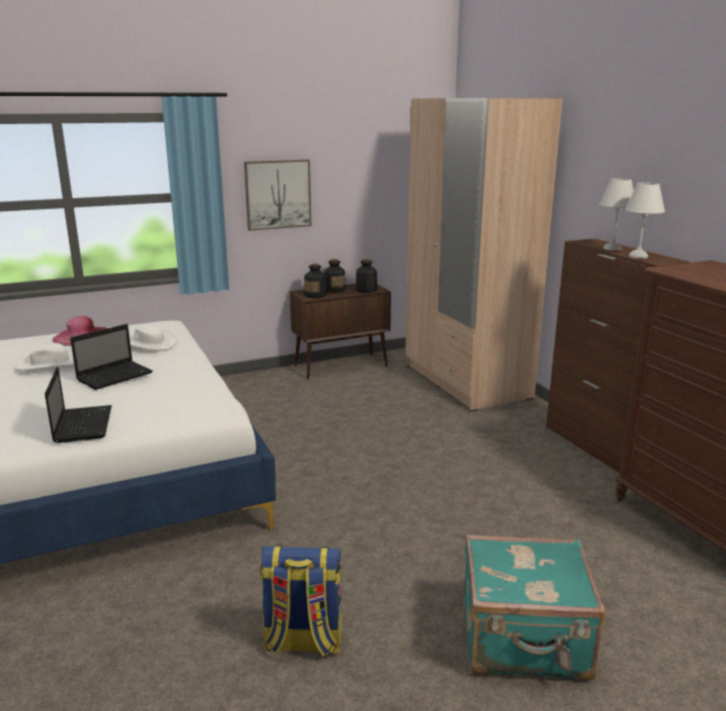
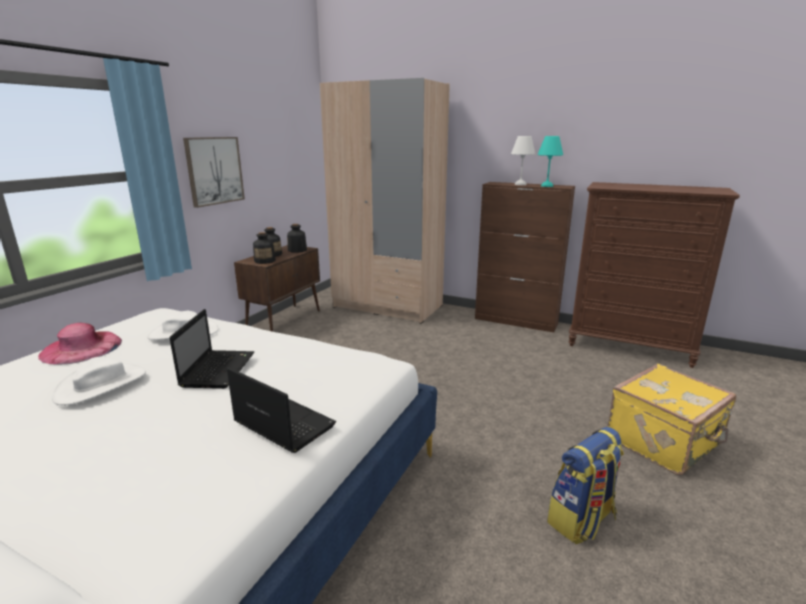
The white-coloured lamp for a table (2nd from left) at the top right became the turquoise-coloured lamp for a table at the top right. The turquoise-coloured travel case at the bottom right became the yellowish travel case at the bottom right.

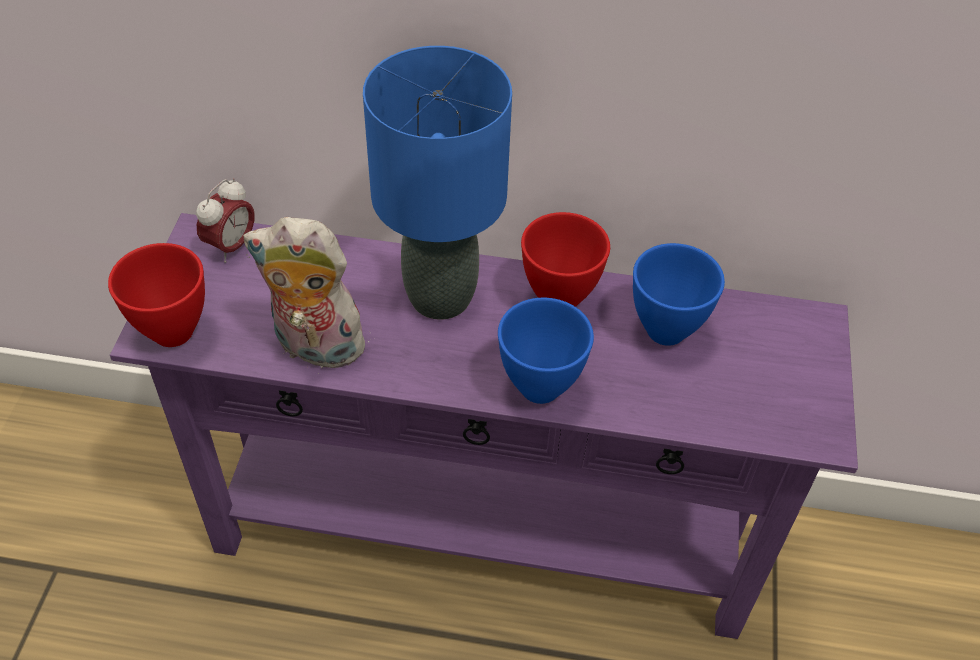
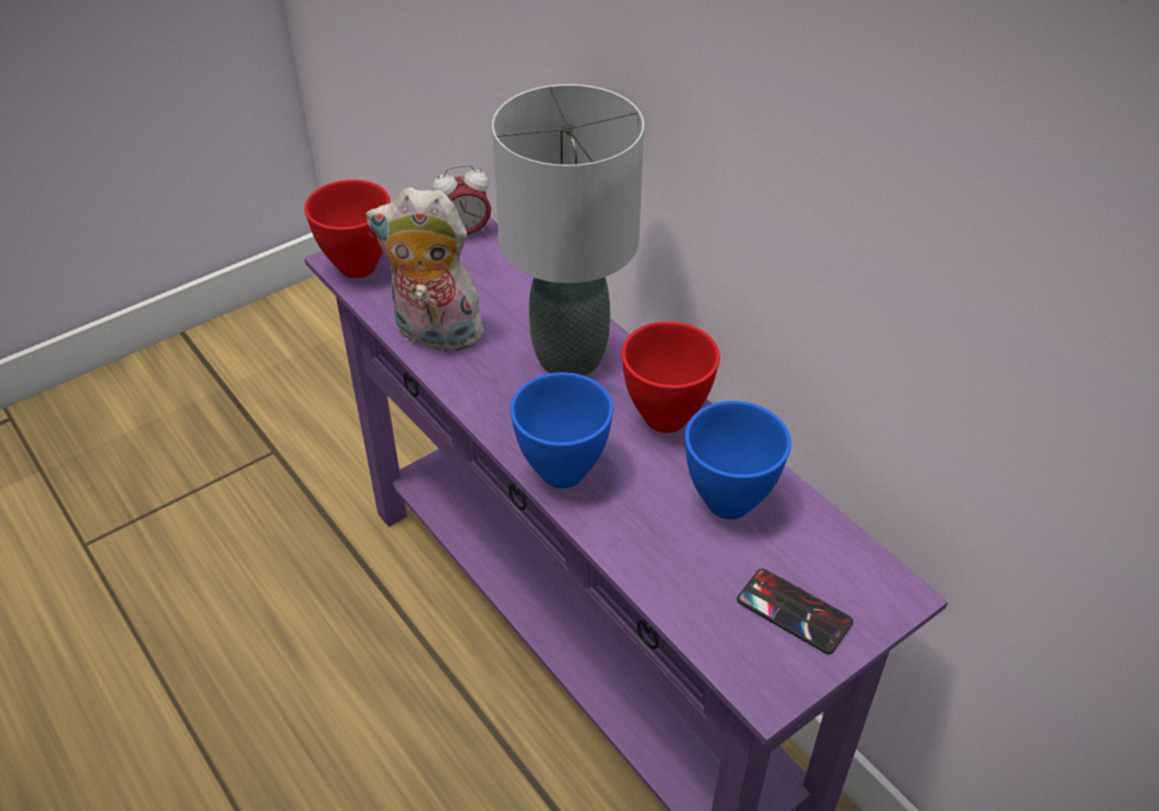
The soft toy at the middle left turned 45 degrees counterclockwise. The blue-coloured lamp for a table at the top centre became the grey lamp for a table at the top centre. The telephone at the bottom right appeared.

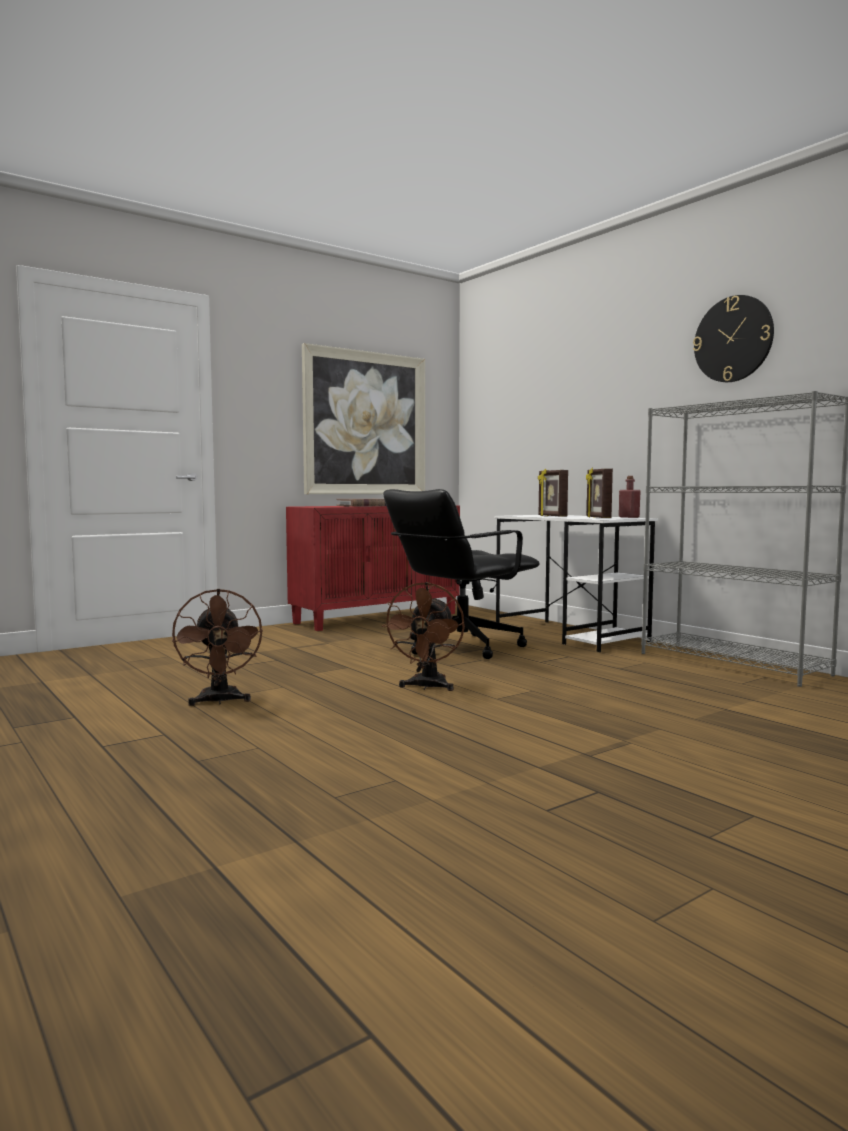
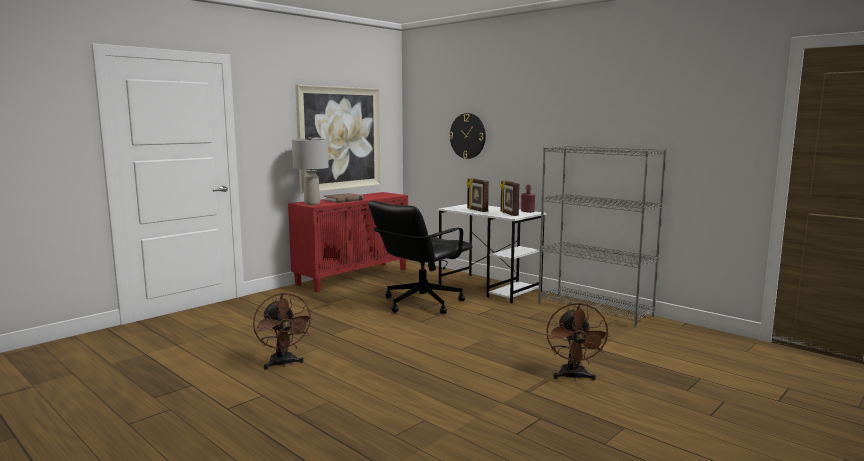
The grey lamp for a table at the centre appeared. The clock on the wall moved from the top right to the top centre. The brownish cooling fan (2nd from left) moved from the centre to the bottom right.

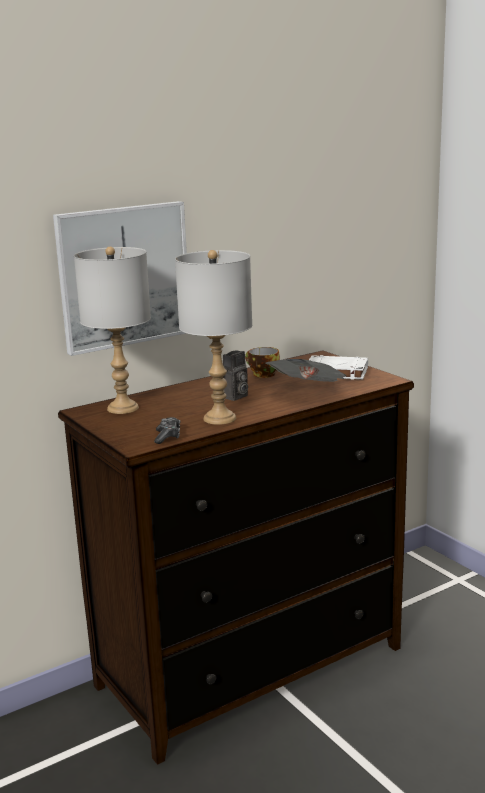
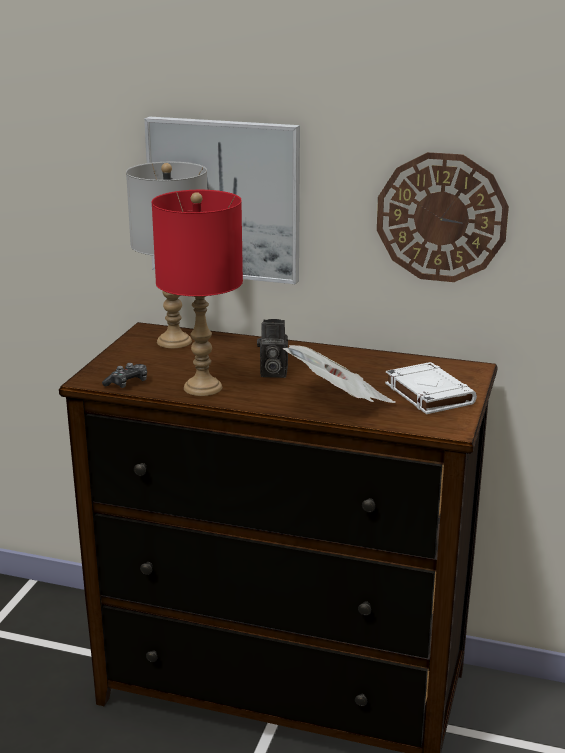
The grey lamp for a table (2nd from left) at the centre became the reddish lamp for a table at the centre. The clock on the wall at the top right appeared. The small cup at the centre disappeared.

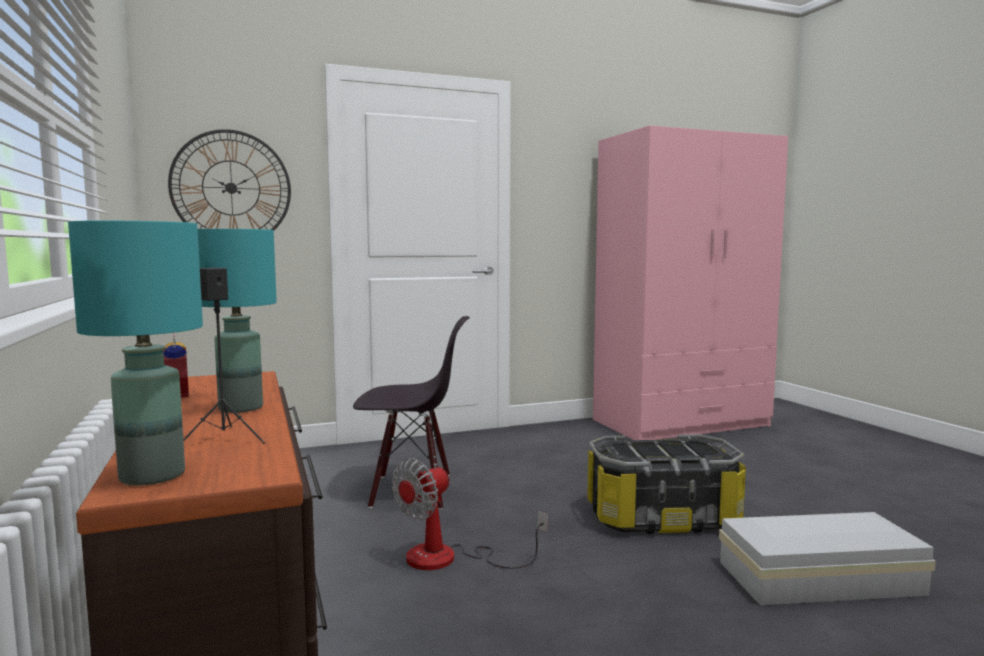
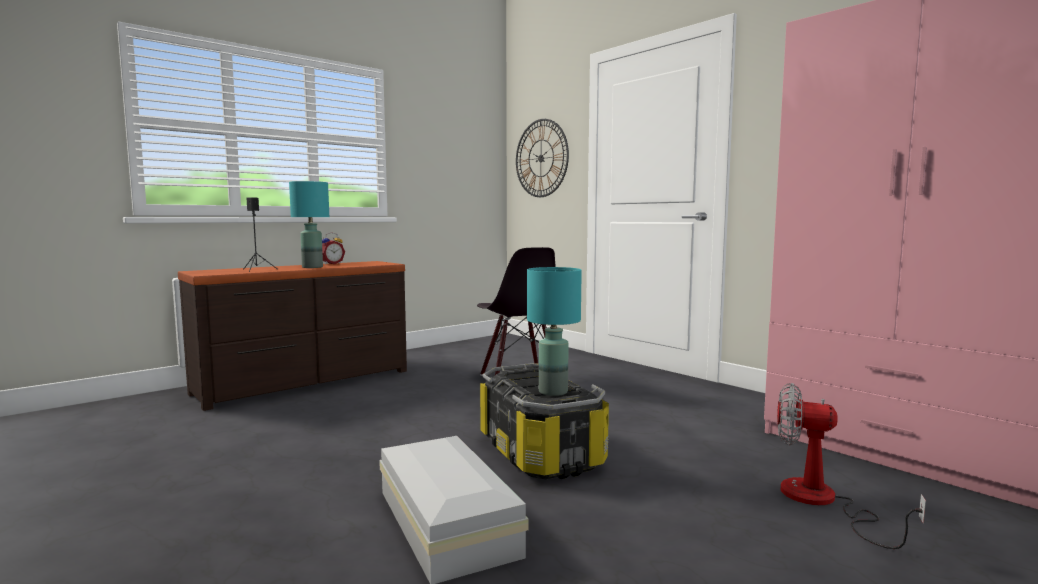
The turquoise-coloured lamp for a table (1st from left in the first image) moved from the middle left to the centre. The cooling fan moved from the bottom centre to the bottom right.

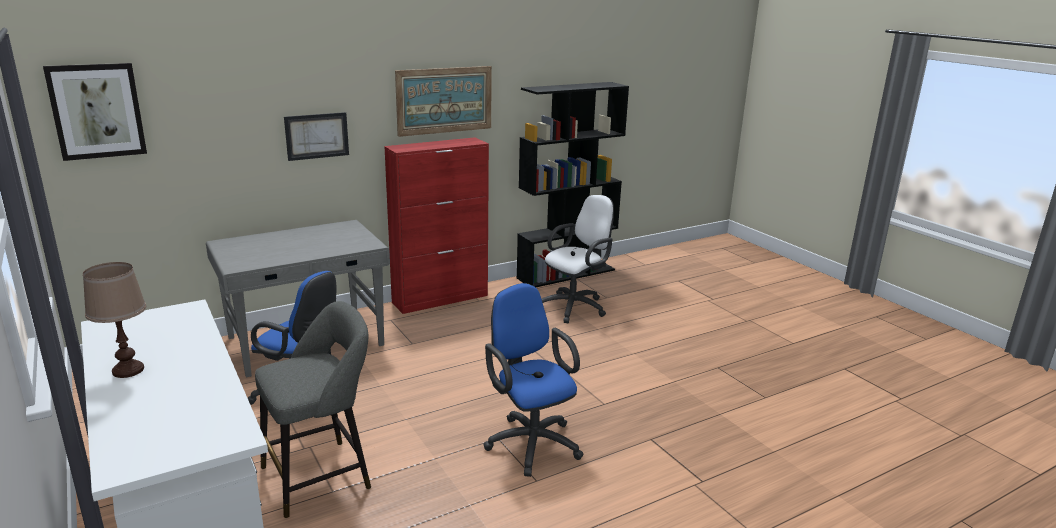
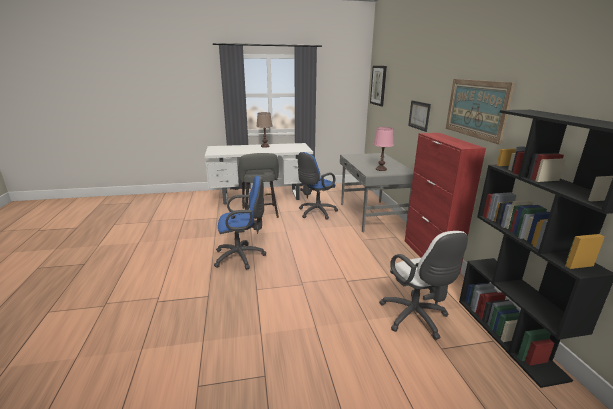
The pink lamp for a table at the centre appeared.

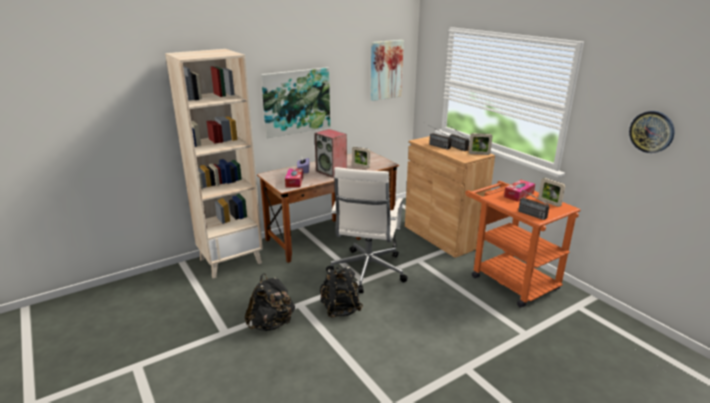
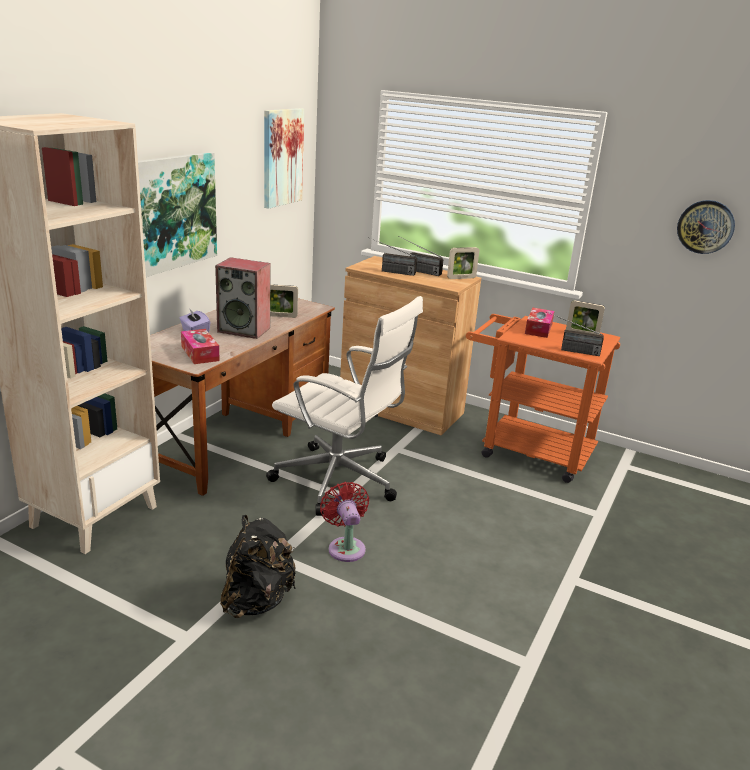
The white-coloured desk chair at the centre turned 45 degrees counterclockwise. The blackish knapsack (2nd from left) at the bottom centre was replaced by the reddish cooling fan at the bottom centre.

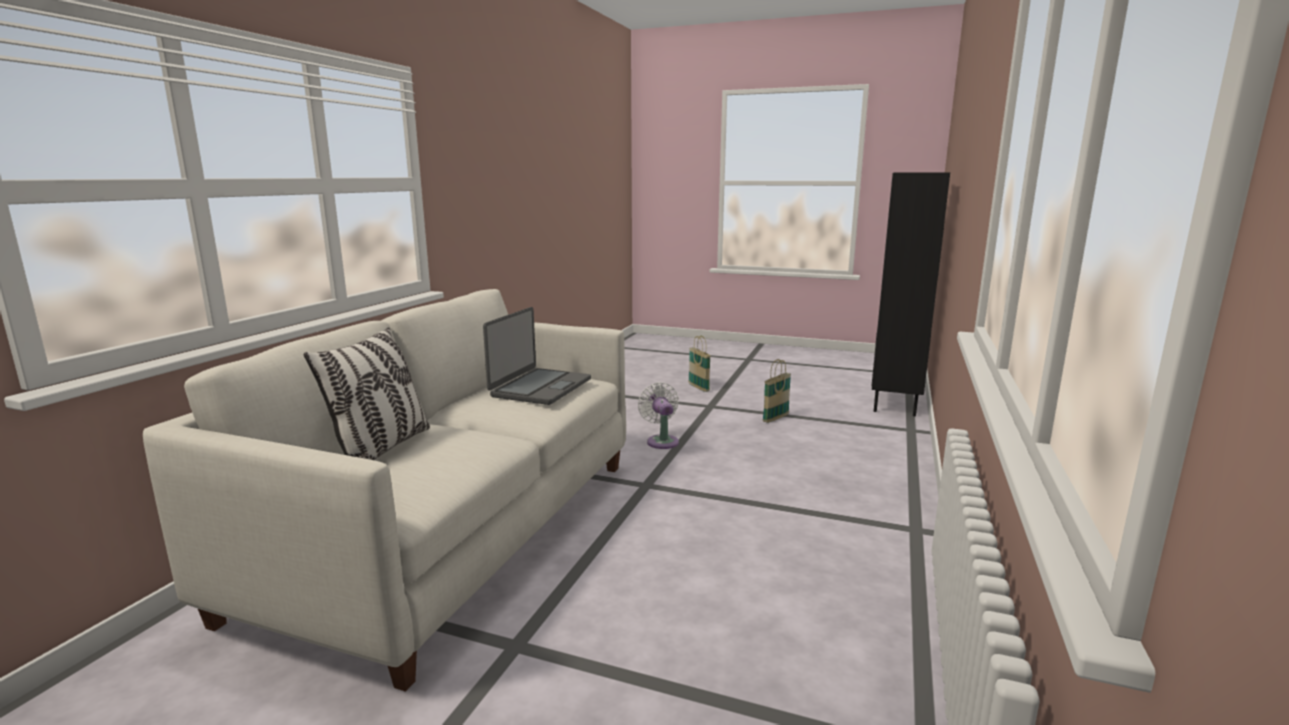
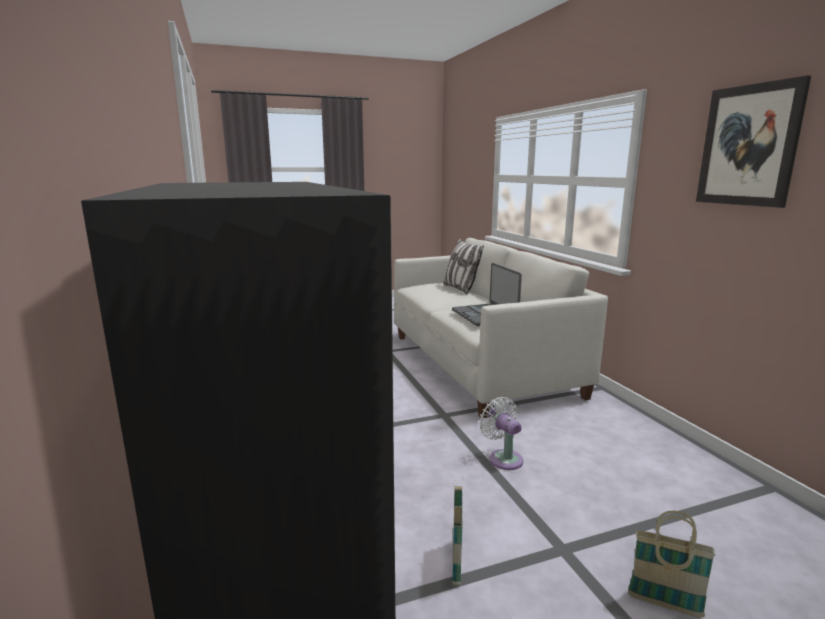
The white-coloured cooling fan at the centre turned 150 degrees counterclockwise. The wall picture at the top right appeared.

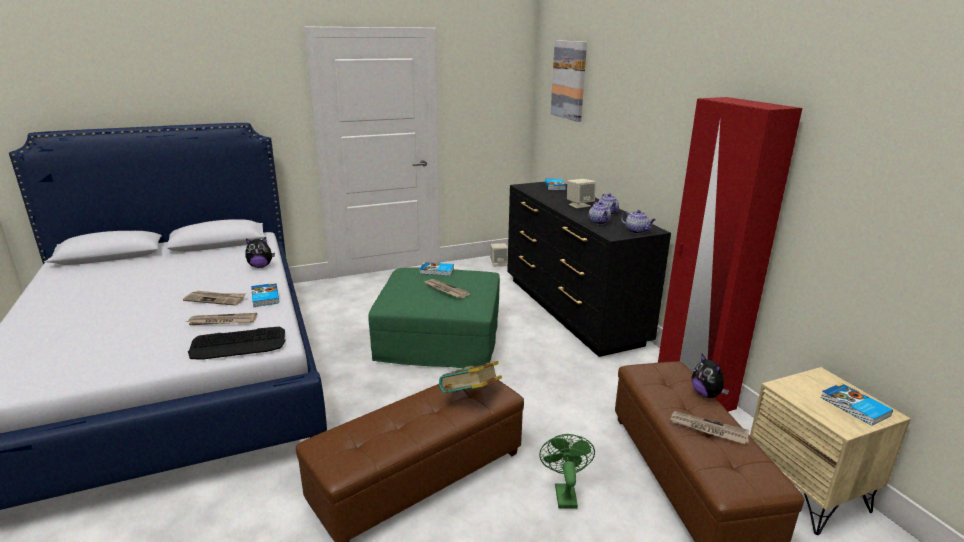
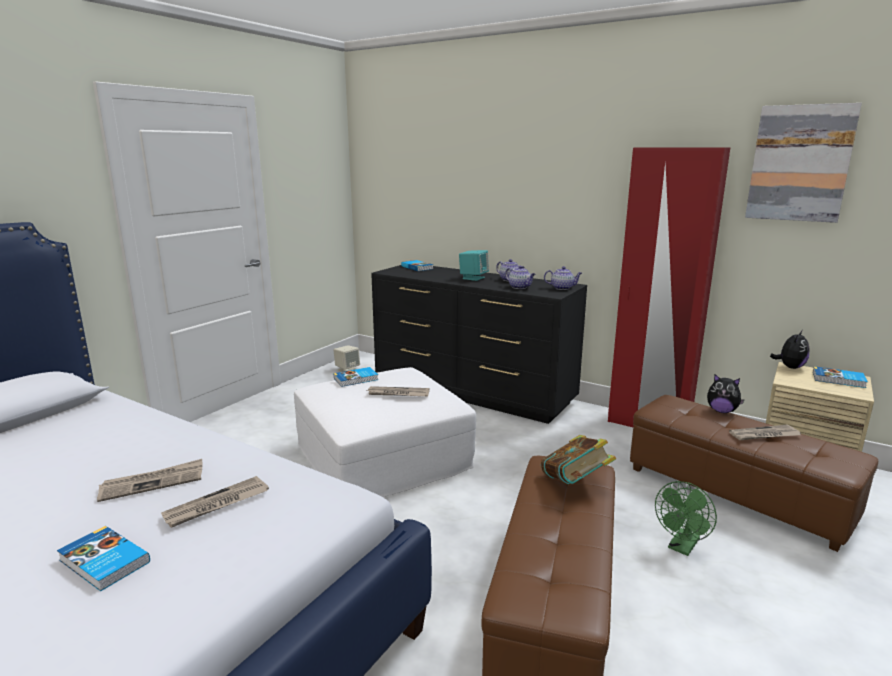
The volume (1st from left) moved from the middle left to the bottom left. The green-coloured footrest at the centre became the white-coloured footrest at the centre. The sand-coloured loudspeaker (2nd from left) at the centre became the turquoise-coloured loudspeaker at the centre. The green-coloured cooling fan at the bottom centre turned 105 degrees counterclockwise. The wall picture moved from the top centre to the top right. The soft toy (1st from left in the first image) moved from the middle left to the middle right. The computer keyboard at the middle left disappeared.

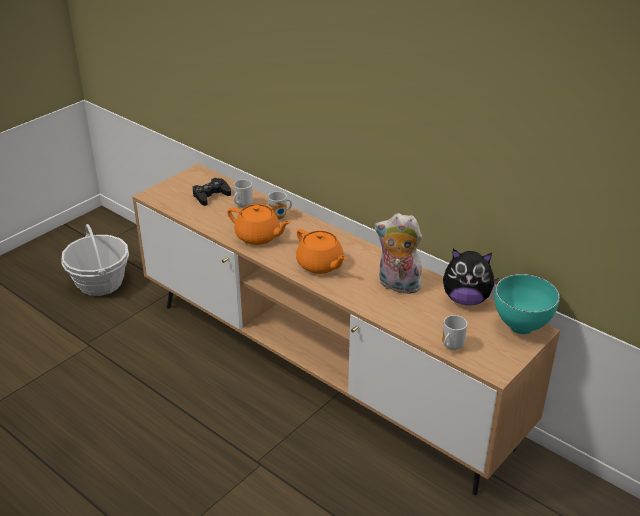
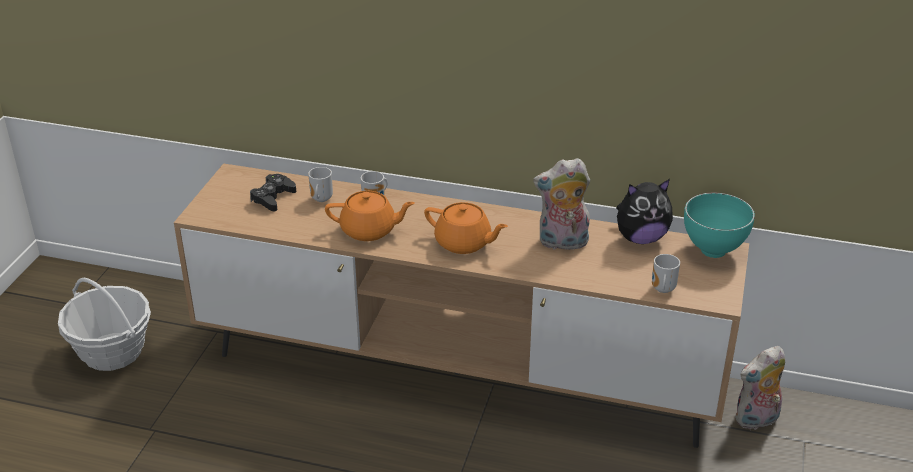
The soft toy (3rd from left) at the bottom right appeared.

